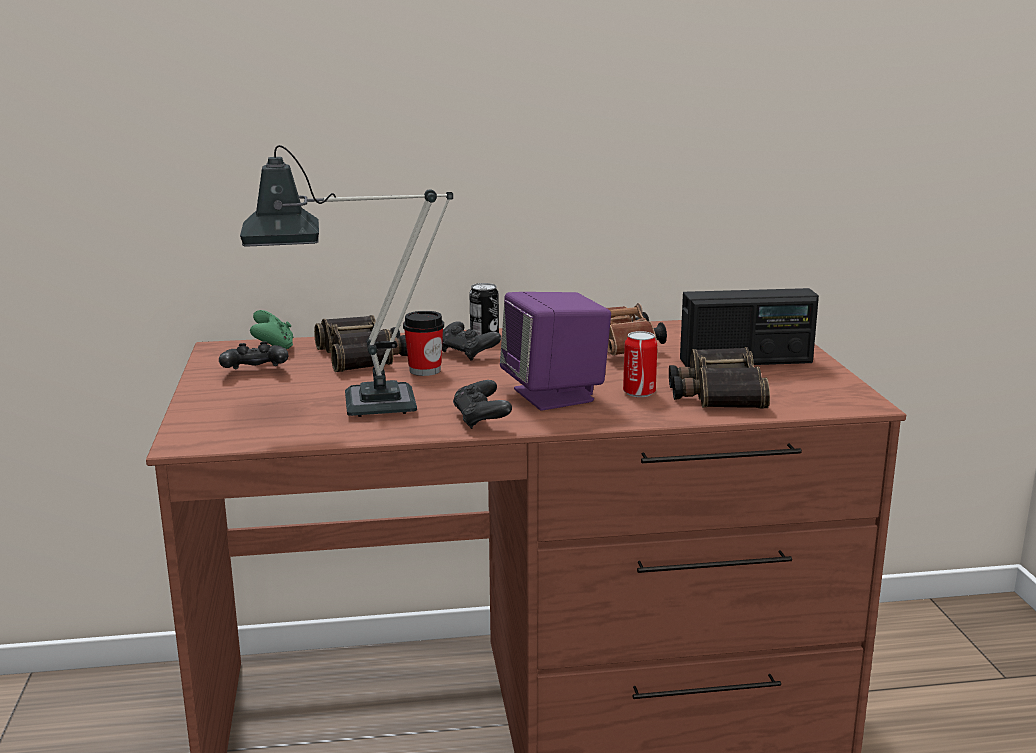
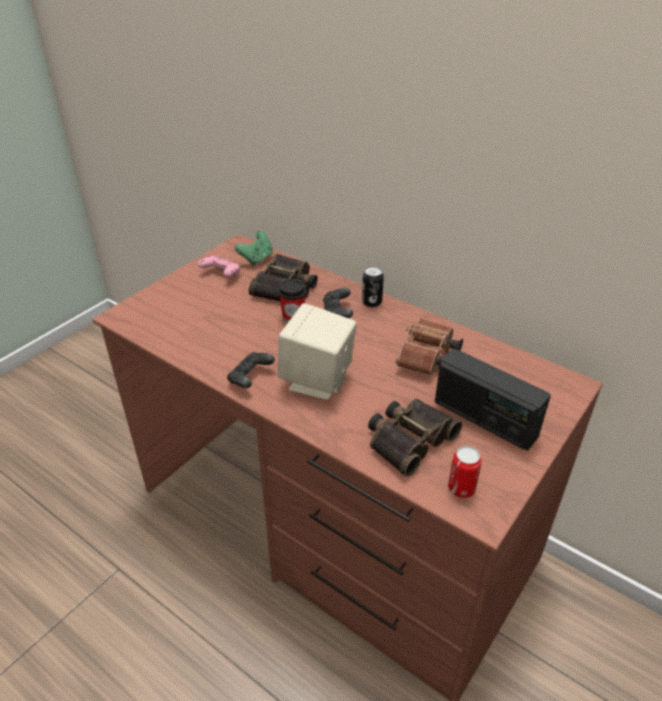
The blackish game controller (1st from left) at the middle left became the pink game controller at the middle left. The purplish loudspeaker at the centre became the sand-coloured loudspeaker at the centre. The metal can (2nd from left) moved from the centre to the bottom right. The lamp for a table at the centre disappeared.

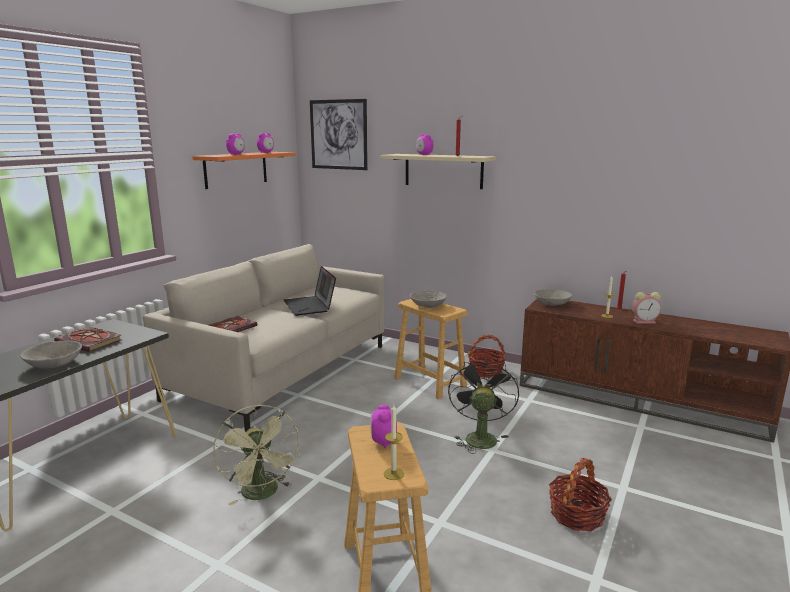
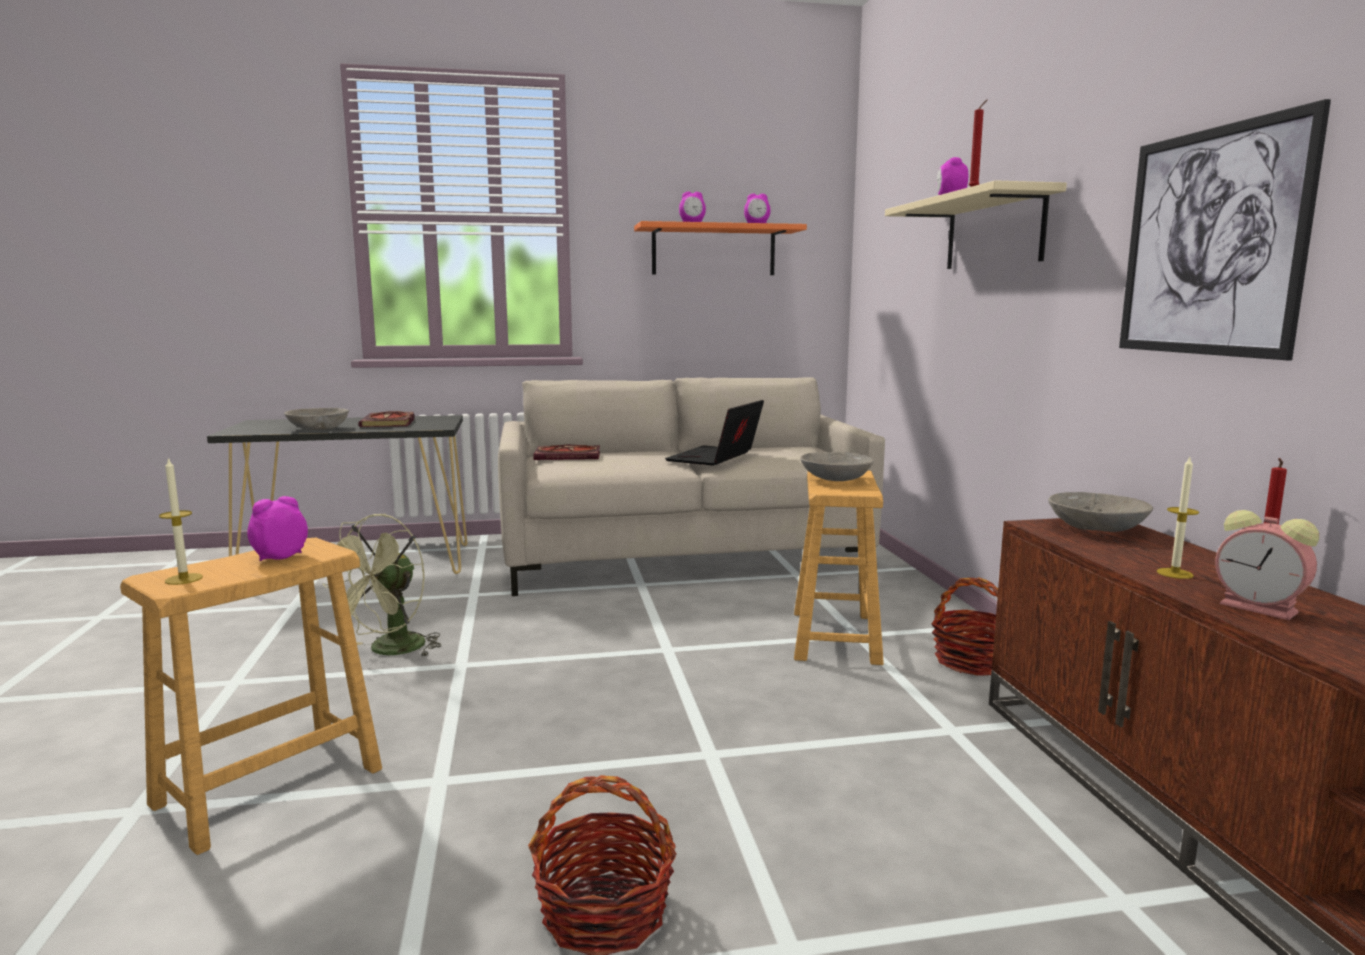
The wall picture moved from the top centre to the top right. The blackish cooling fan at the bottom centre disappeared.

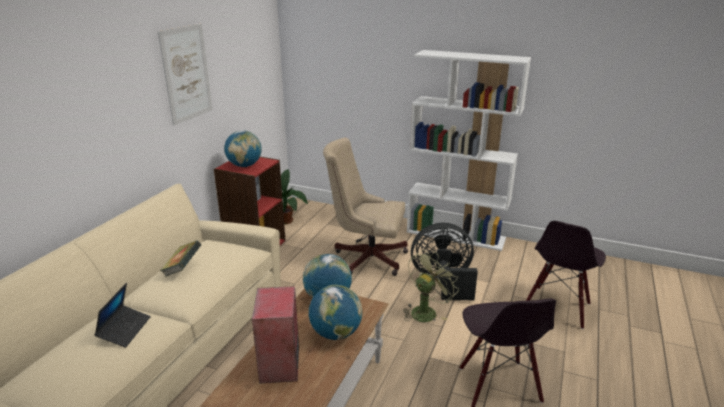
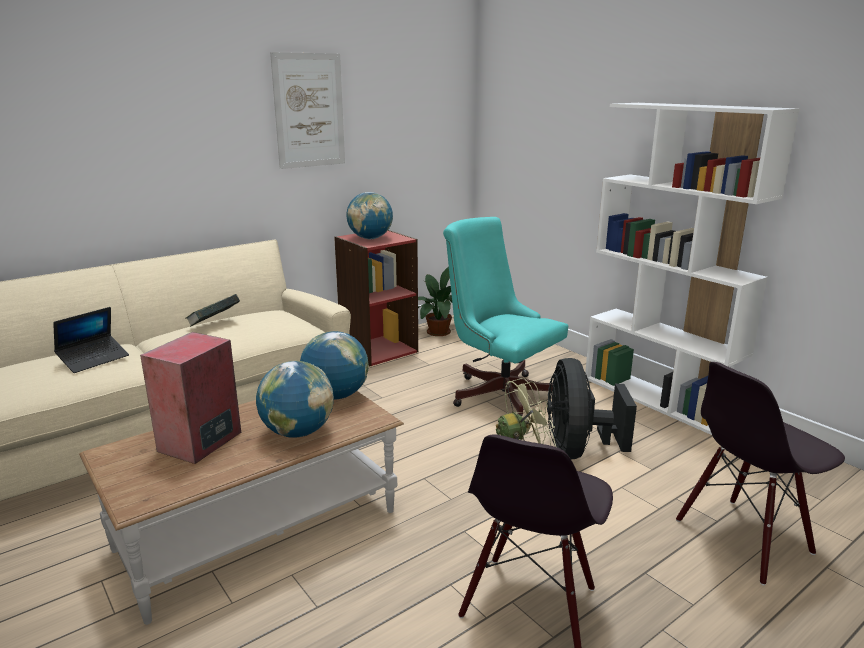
The sand-coloured desk chair at the centre became the turquoise-coloured desk chair at the centre. The blackish cooling fan at the centre turned 120 degrees counterclockwise.

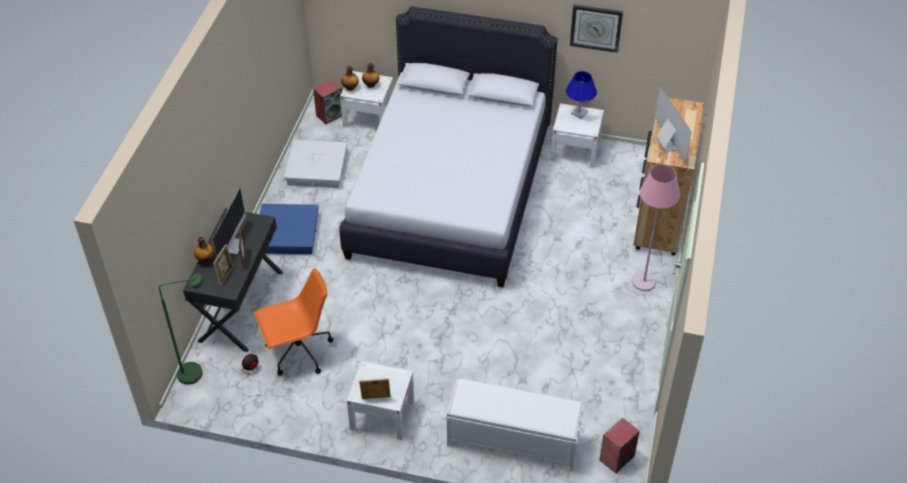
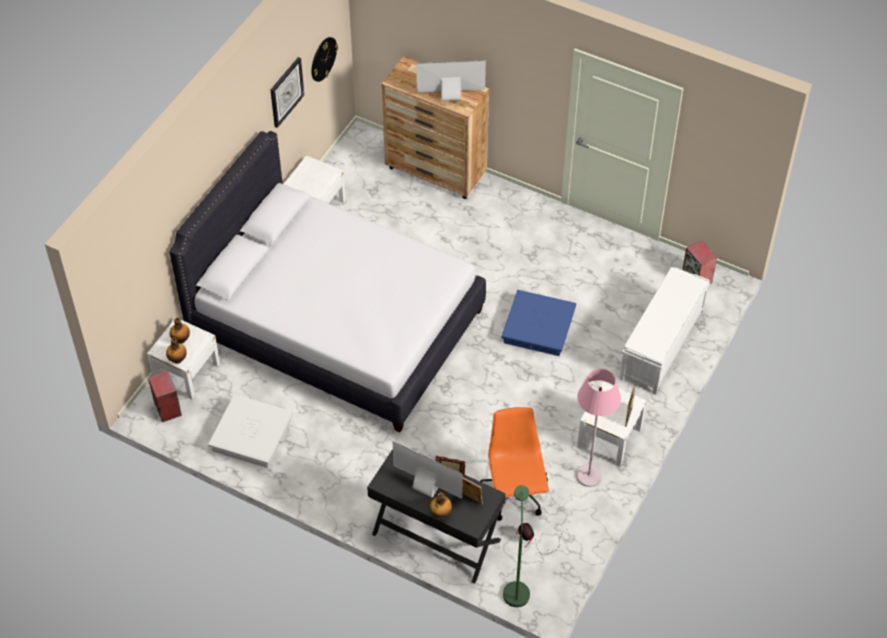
The clock on the wall (2nd from left) at the top centre appeared. The blue-coloured storage container moved from the middle left to the centre. The pink standard lamp moved from the middle right to the bottom right. The blue-coloured lamp for a table at the top centre disappeared.

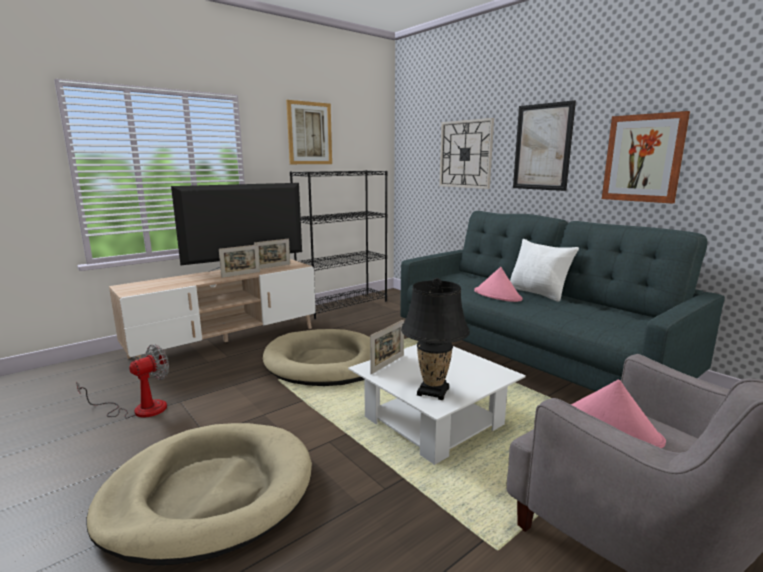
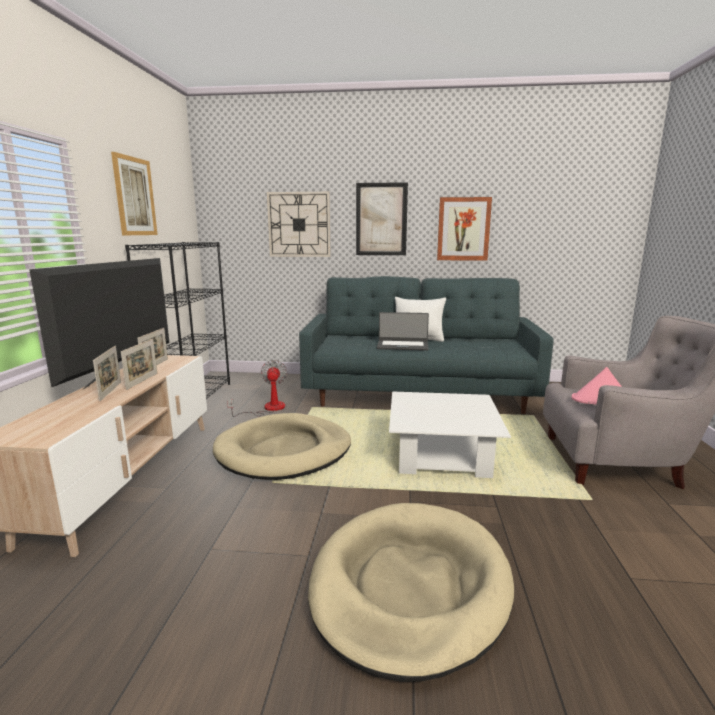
The photo frame (3rd from left in the first image) moved from the centre to the middle left. The cooling fan moved from the middle left to the centre. The pink wearable hat (1st from left) at the centre was replaced by the laptop at the centre. The blackish lamp for a table at the centre disappeared.

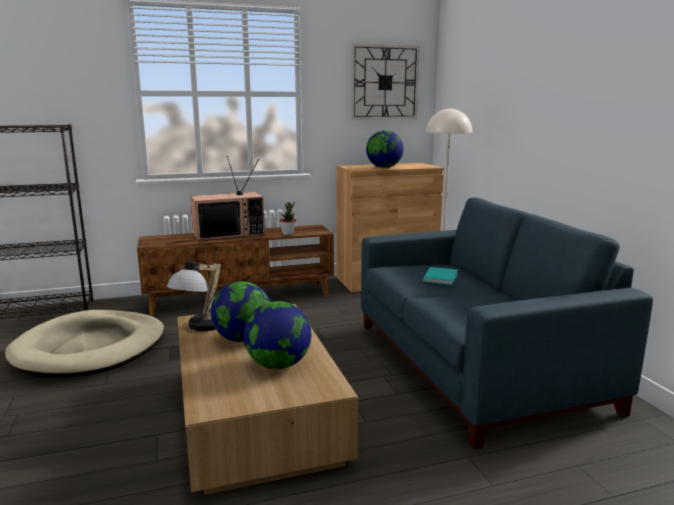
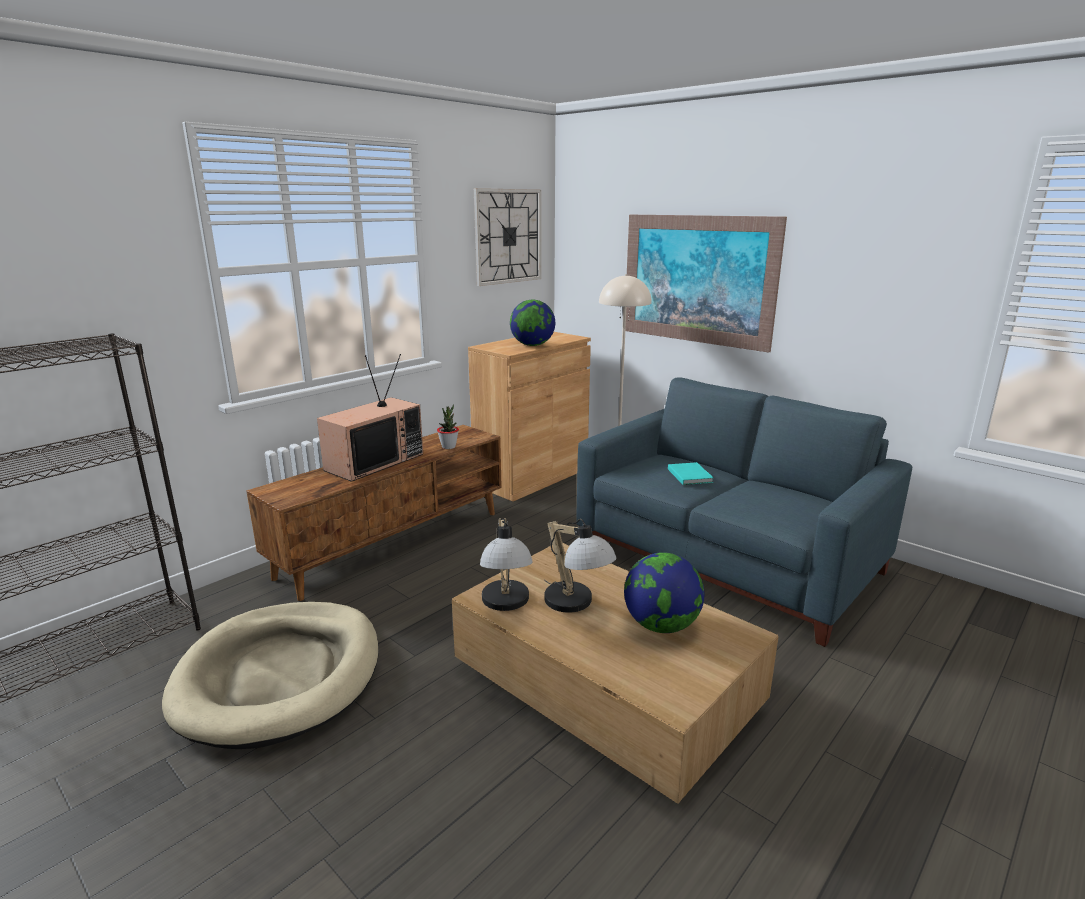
The desk globe (1st from left) at the centre was replaced by the lamp for a table (2nd from left) at the centre. The wall picture at the top centre appeared.

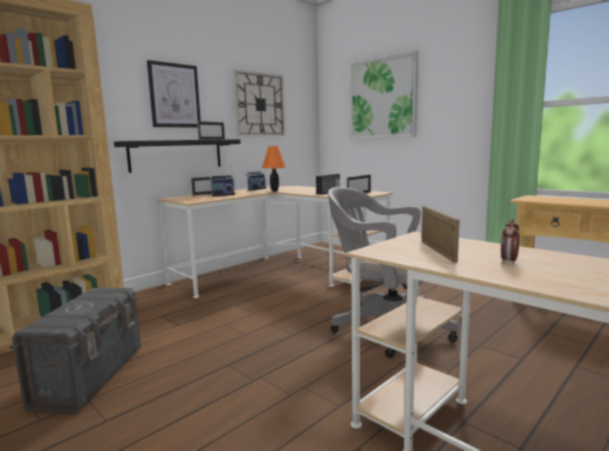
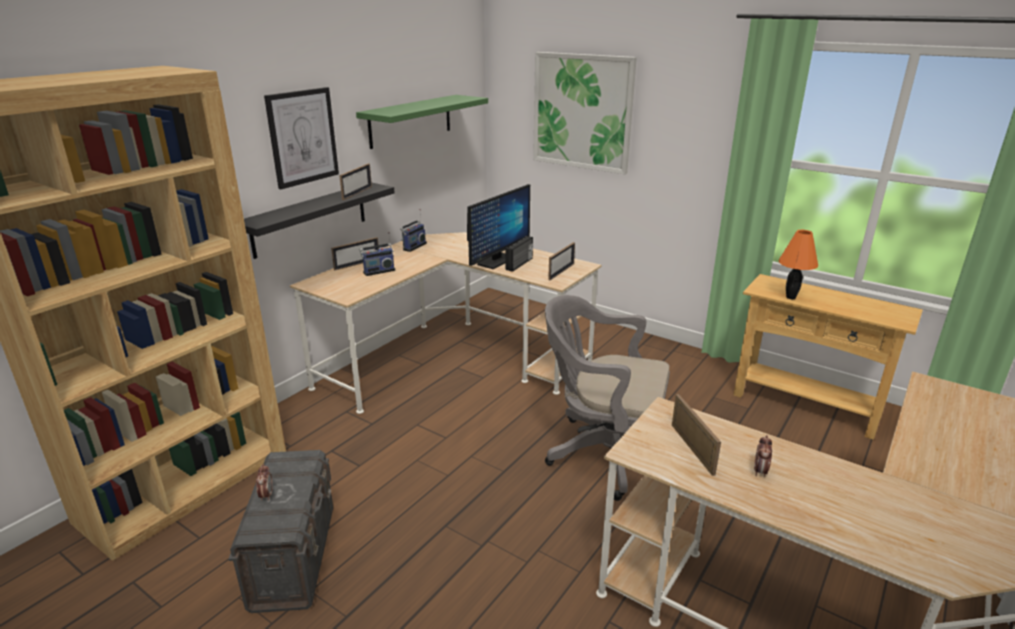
The table clock (1st from left) at the bottom left appeared. The clock on the wall at the top centre was replaced by the green-coloured shelf at the top centre. The monitor at the centre appeared. The orange lamp for a table moved from the centre to the middle right.

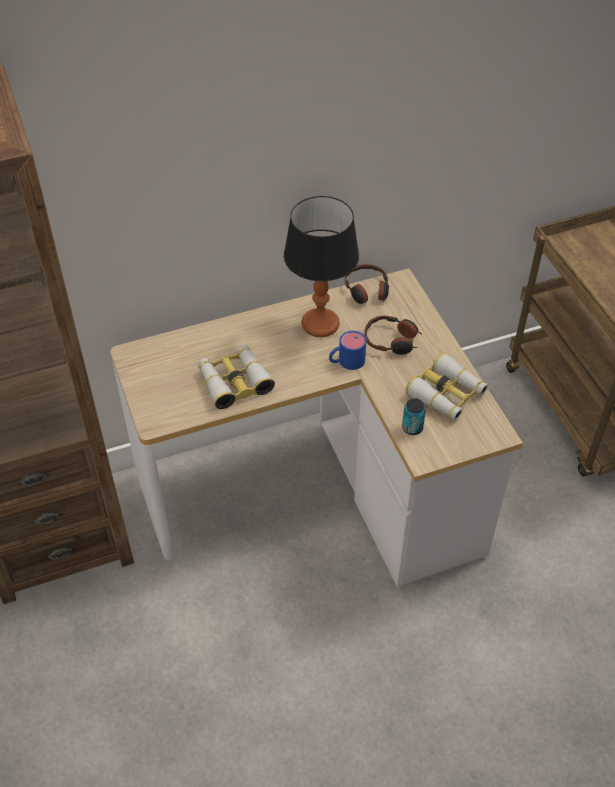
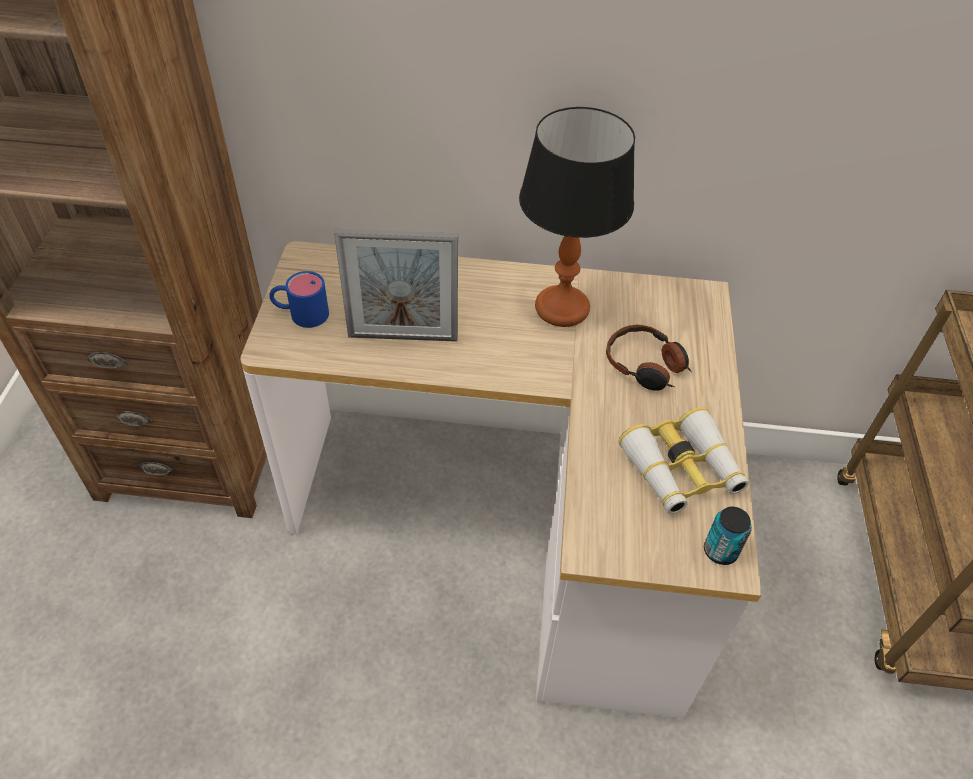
The blue-coloured tea mug moved from the centre to the middle left. The pair of binoculars (1st from left) at the centre was replaced by the photo frame at the centre. The metal can moved from the middle right to the bottom right. The headset (1st from left) at the centre disappeared.

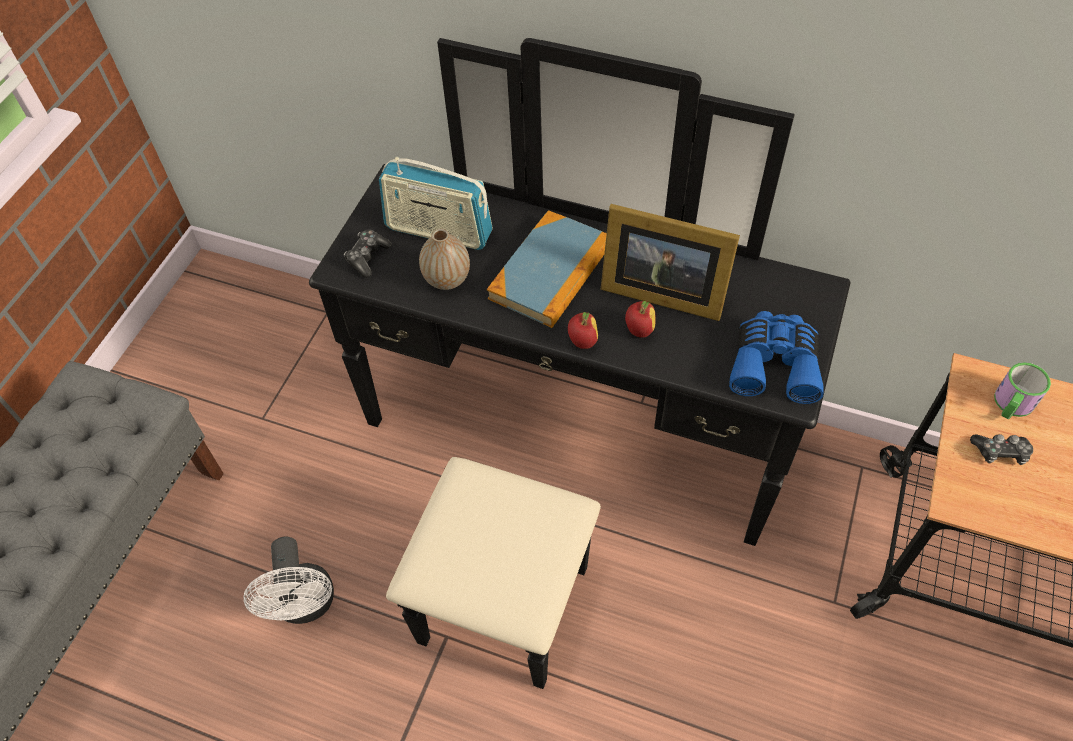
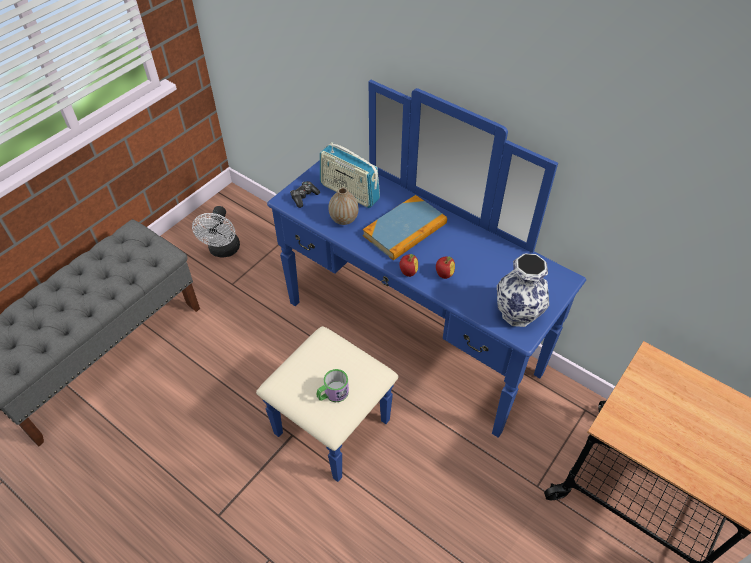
The white-coloured cooling fan moved from the bottom left to the middle left. The blackish drawer chest at the centre became the blue-coloured drawer chest at the centre. The tea mug moved from the middle right to the bottom centre. The blue-coloured pair of binoculars at the middle right was replaced by the flower vase (2nd from left) at the middle right. The photo frame at the centre disappeared. The game controller (2nd from left) at the middle right disappeared.

